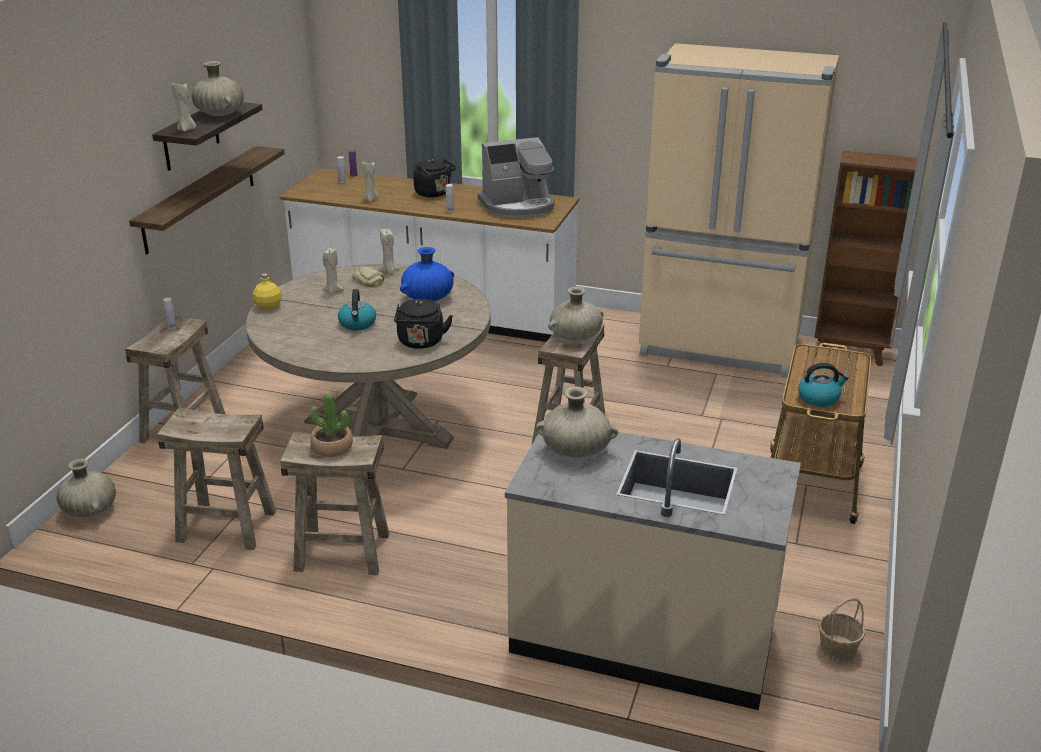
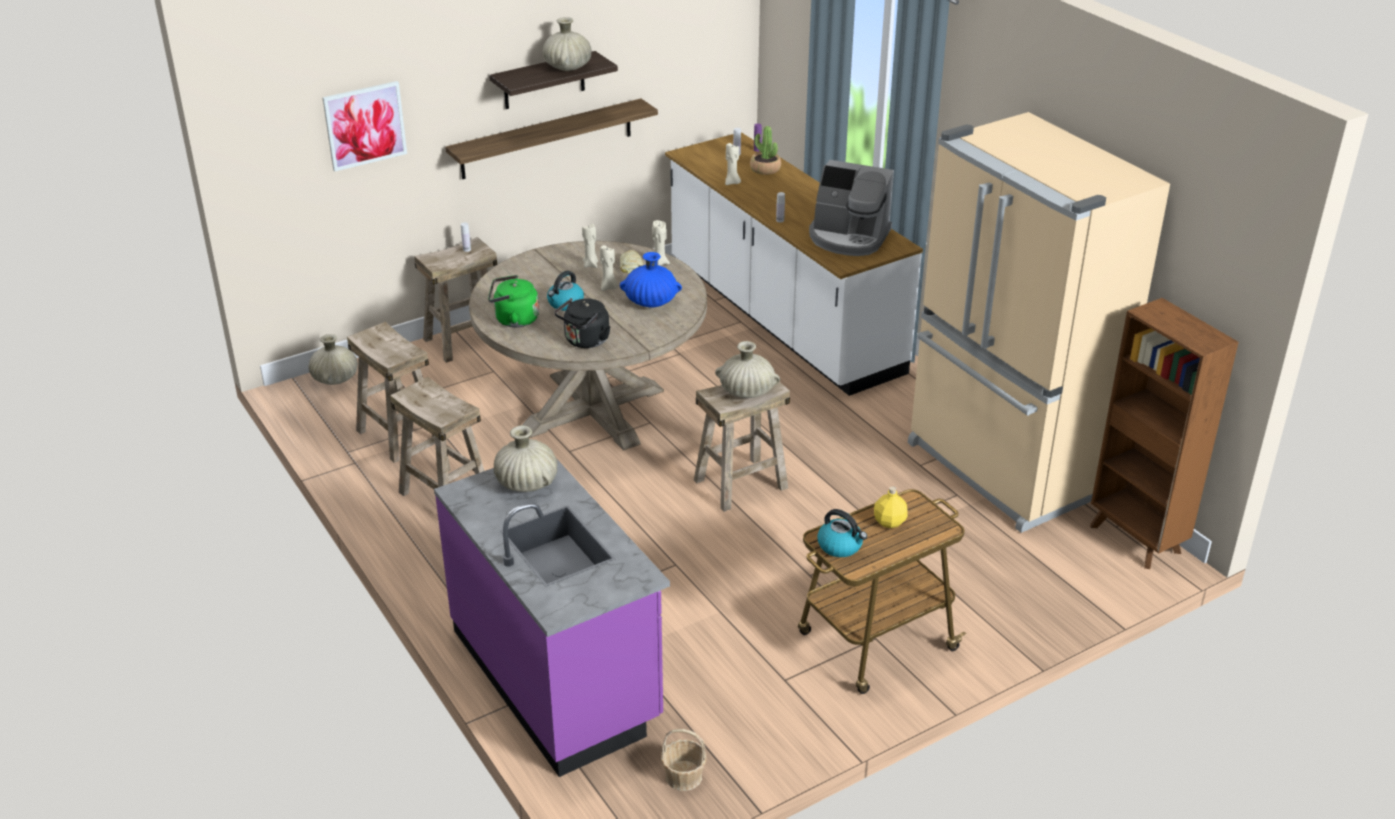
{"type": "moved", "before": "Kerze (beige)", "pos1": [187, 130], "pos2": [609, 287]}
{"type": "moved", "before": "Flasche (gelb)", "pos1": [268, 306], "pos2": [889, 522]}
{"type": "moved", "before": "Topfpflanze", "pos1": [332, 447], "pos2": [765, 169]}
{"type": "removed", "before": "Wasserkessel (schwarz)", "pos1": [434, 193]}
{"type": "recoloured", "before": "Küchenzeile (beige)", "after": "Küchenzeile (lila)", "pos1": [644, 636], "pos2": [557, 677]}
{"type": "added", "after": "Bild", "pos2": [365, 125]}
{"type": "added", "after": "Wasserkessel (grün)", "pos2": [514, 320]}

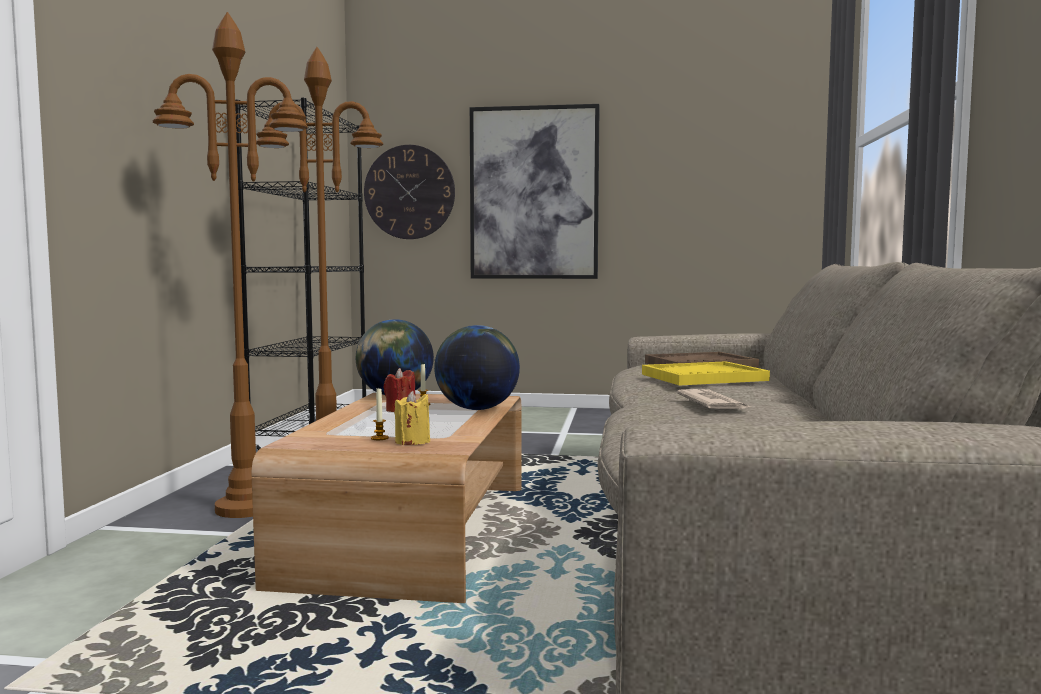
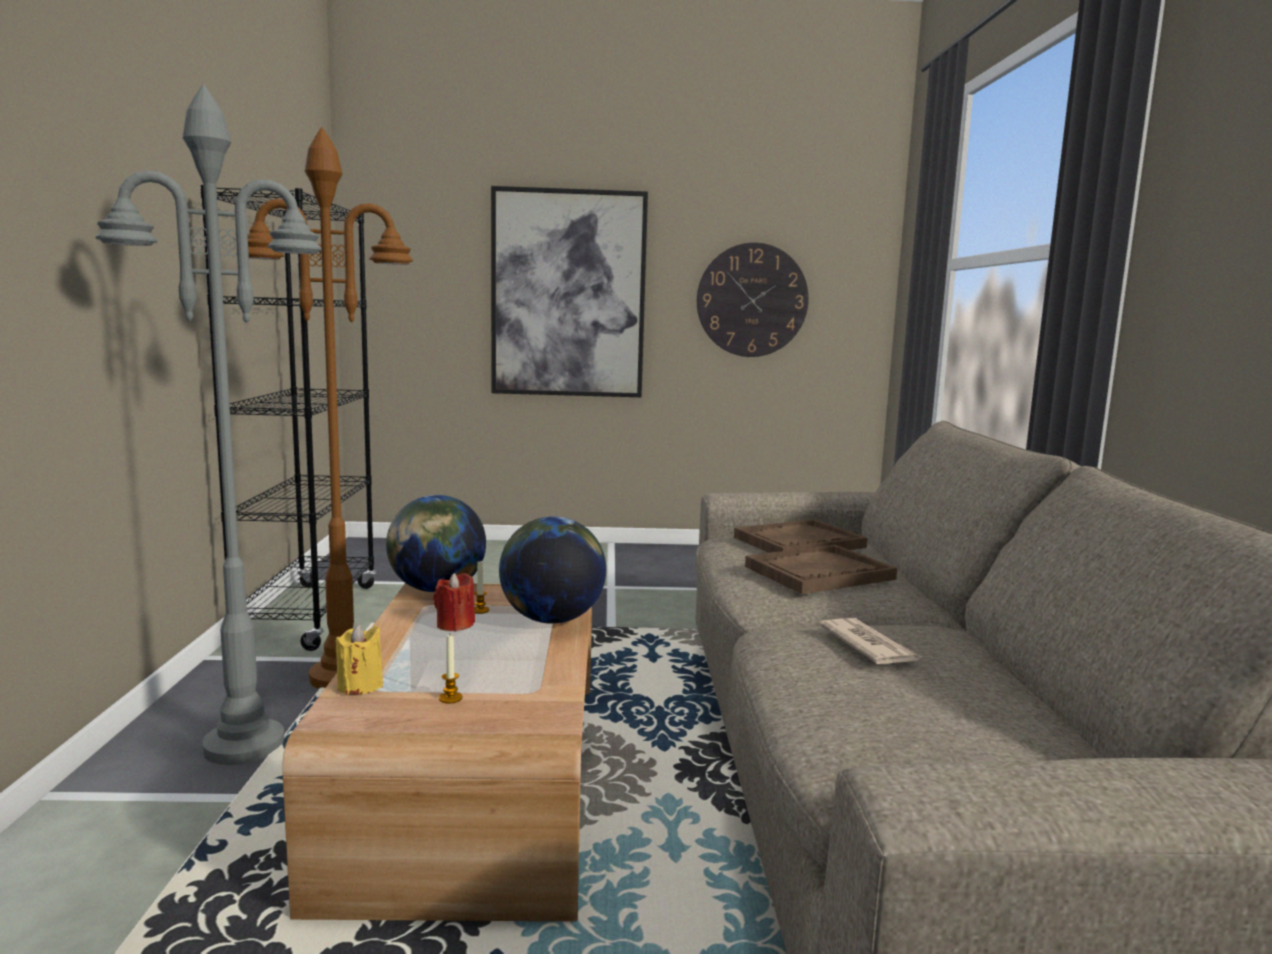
{"type": "recoloured", "before": "Stehlampe (braun)", "after": "Stehlampe (grau)", "pos1": [246, 508], "pos2": [245, 745]}
{"type": "moved", "before": "Wanduhr", "pos1": [409, 192], "pos2": [752, 300]}
{"type": "moved", "before": "Kerze (gelb)", "pos1": [412, 442], "pos2": [360, 686]}
{"type": "recoloured", "before": "Tablett (gelb)", "after": "Tablett (braun)", "pos1": [703, 377], "pos2": [819, 573]}

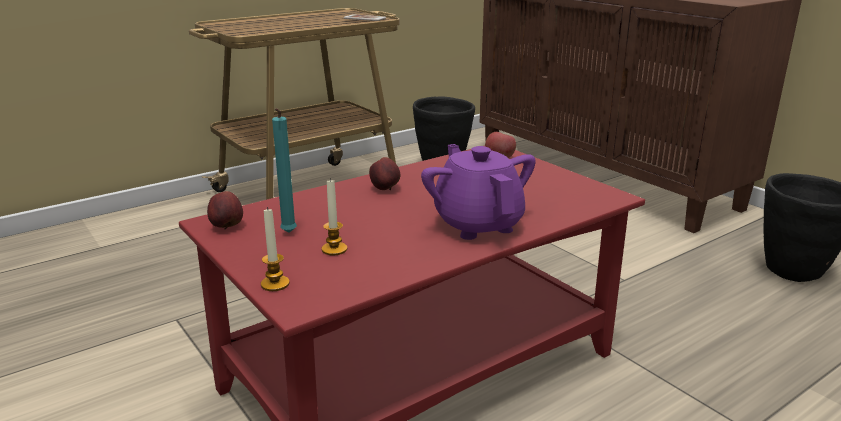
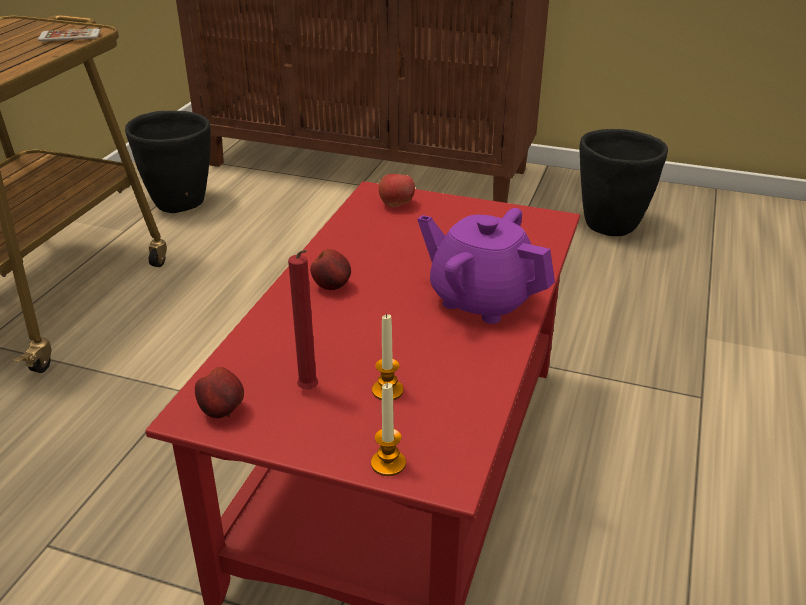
{"type": "recoloured", "before": "Kerze (türkis)", "after": "Kerze (rot)", "pos1": [288, 234], "pos2": [310, 391]}

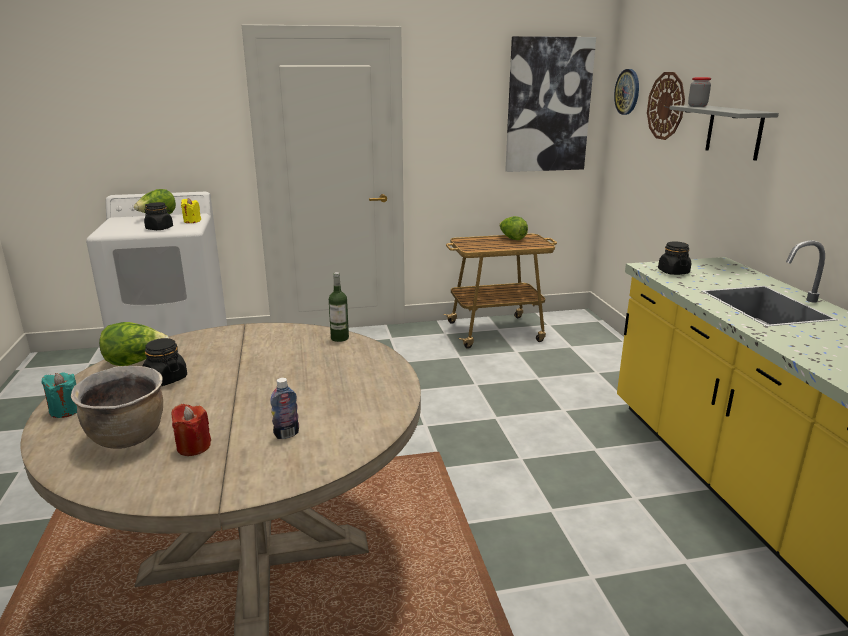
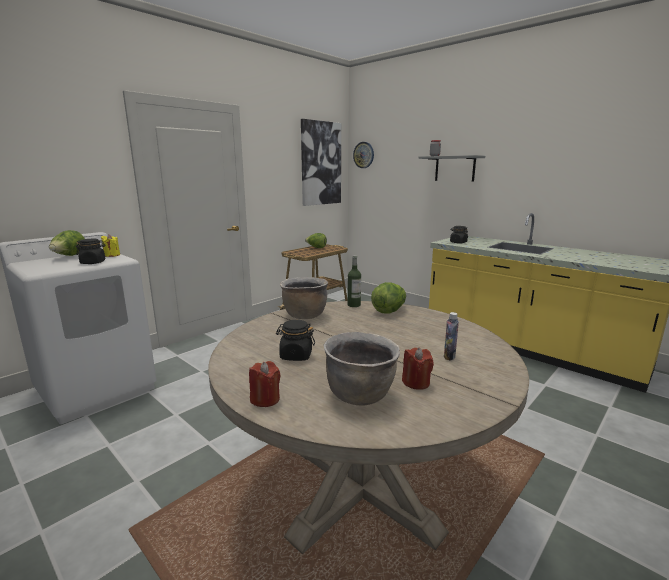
{"type": "recoloured", "before": "Kerze (türkis)", "after": "Kerze (rot)", "pos1": [66, 410], "pos2": [265, 399]}
{"type": "moved", "before": "Salatkopf", "pos1": [135, 362], "pos2": [389, 310]}
{"type": "removed", "before": "Wanduhr", "pos1": [666, 106]}
{"type": "added", "after": "Kochtopf (braun)", "pos2": [304, 315]}

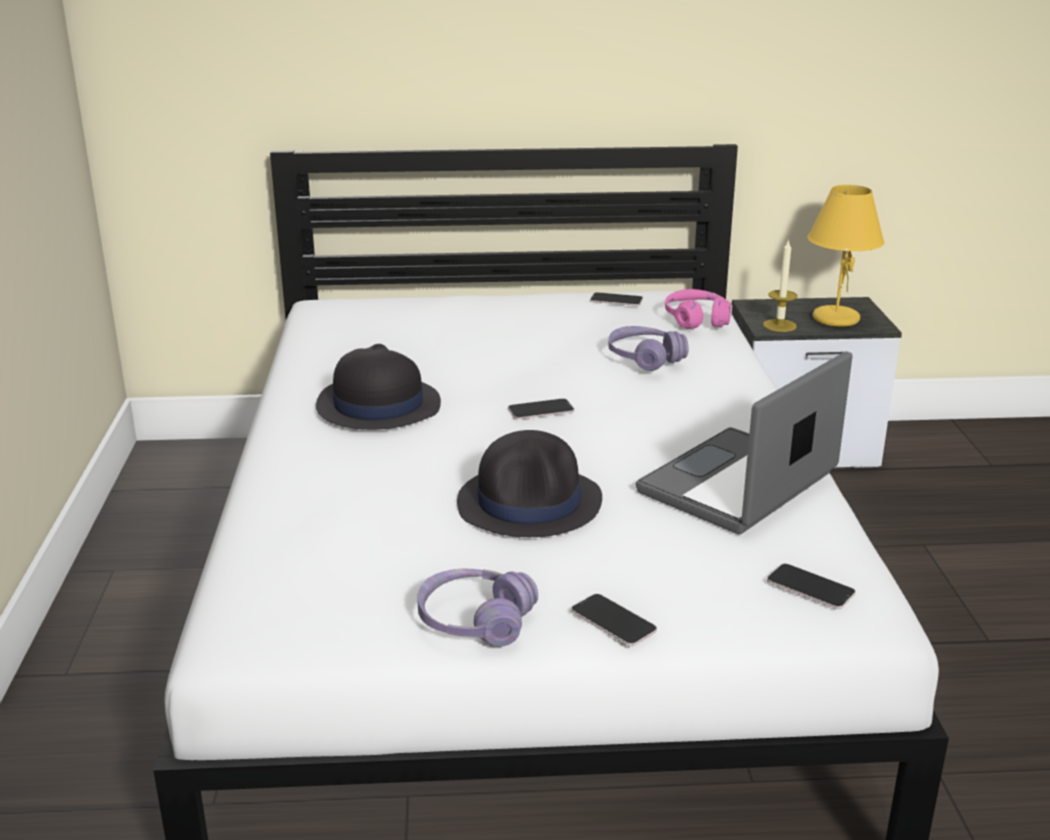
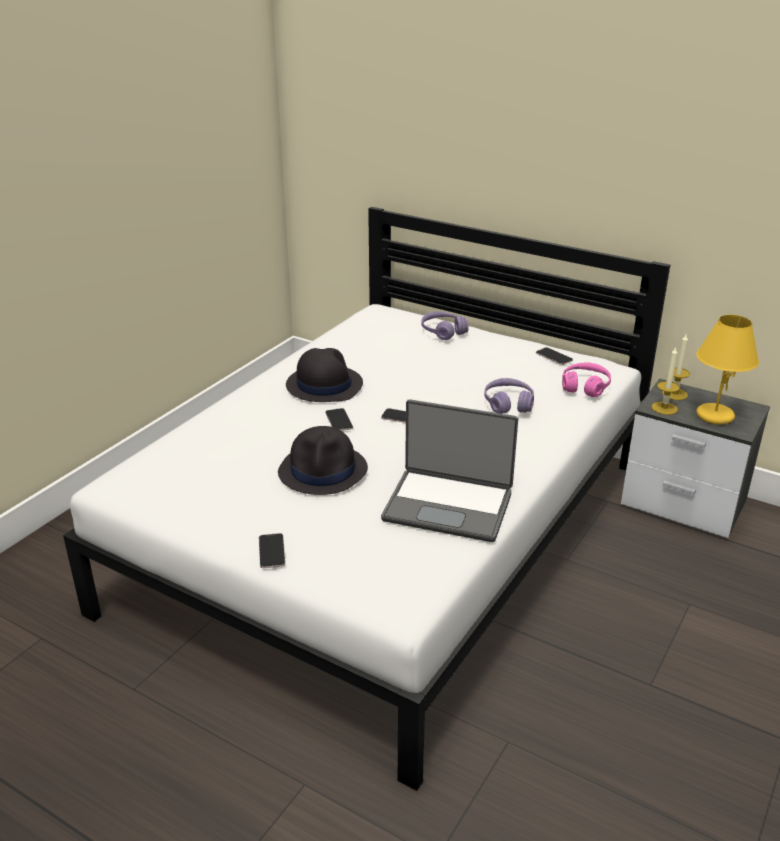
{"type": "moved", "before": "Kopfhörer (lila)", "pos1": [475, 621], "pos2": [443, 332]}
{"type": "turned", "before": "Laptop", "pos1": [740, 485], "pos2": [448, 505], "turn": -150}
{"type": "moved", "before": "Handy", "pos1": [810, 587], "pos2": [339, 420]}
{"type": "added", "after": "Kerze", "pos2": [675, 394]}

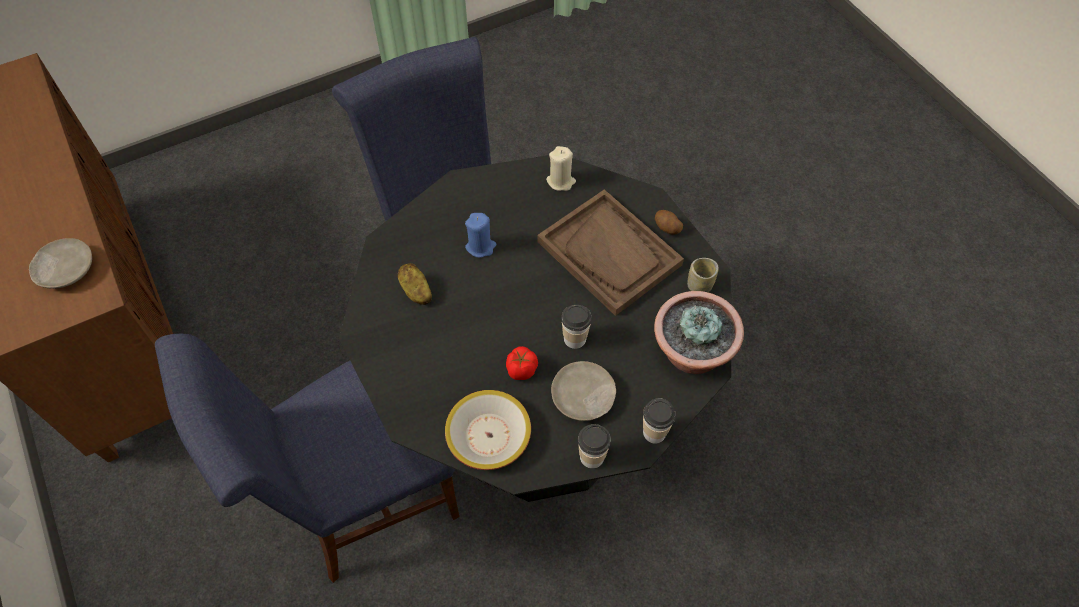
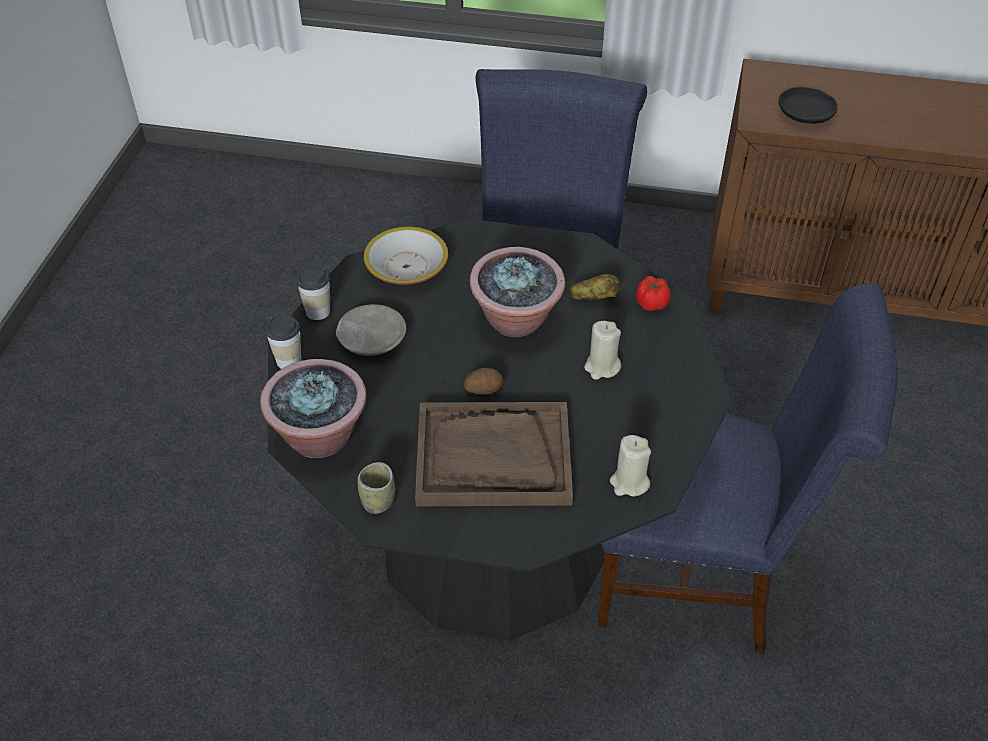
{"type": "recoloured", "before": "Teller (beige)", "after": "Teller (schwarz)", "pos1": [66, 269], "pos2": [806, 114]}
{"type": "recoloured", "before": "Kerze (blau)", "after": "Kerze (beige)", "pos1": [480, 247], "pos2": [602, 367]}
{"type": "moved", "before": "Tomate", "pos1": [521, 370], "pos2": [651, 303]}
{"type": "removed", "before": "Tasse", "pos1": [575, 339]}
{"type": "moved", "before": "Kartoffel", "pos1": [666, 228], "pos2": [483, 388]}
{"type": "added", "after": "Topfpflanze", "pos2": [516, 320]}

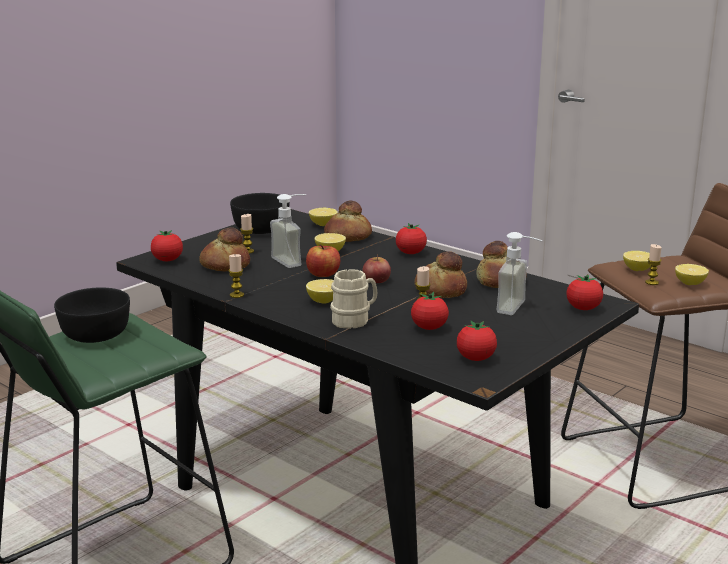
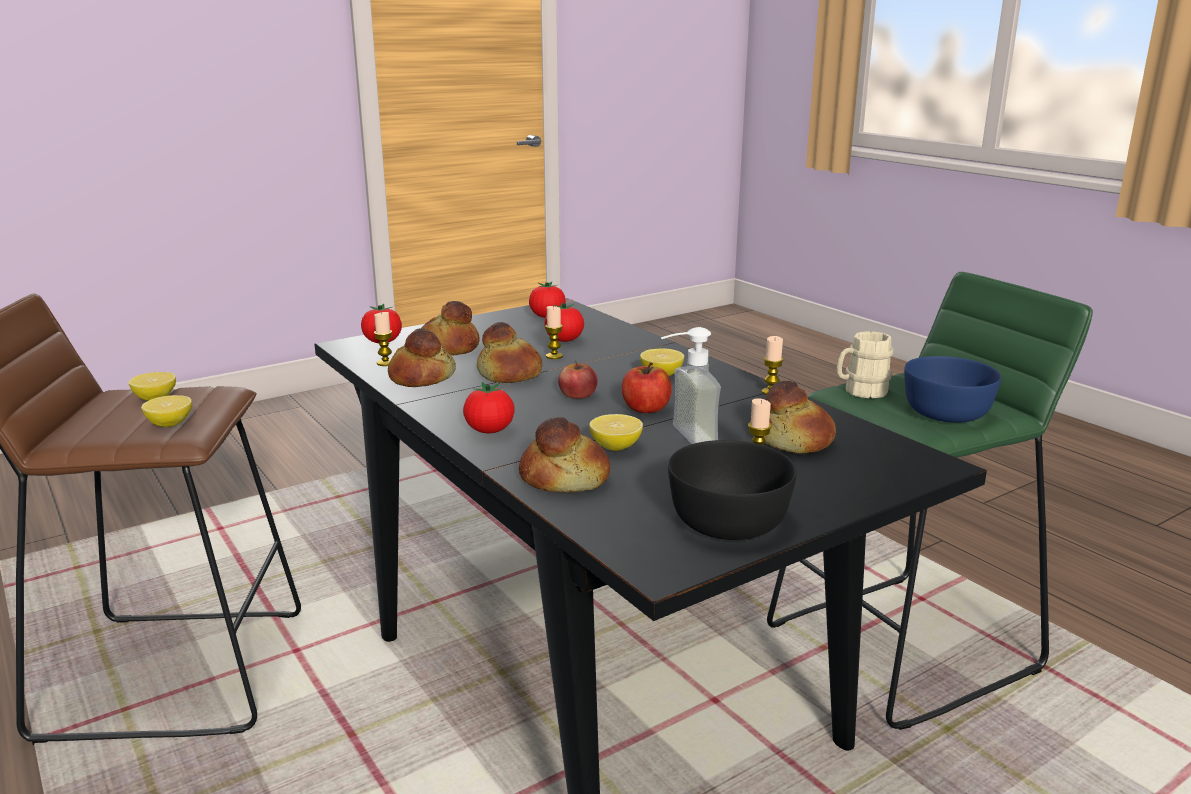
{"type": "recoloured", "before": "Schüssel (schwarz)", "after": "Schüssel (blau)", "pos1": [95, 333], "pos2": [947, 413]}
{"type": "removed", "before": "Tomate", "pos1": [167, 260]}
{"type": "removed", "before": "Zitrone", "pos1": [323, 225]}
{"type": "moved", "before": "Henkelbecher (beige)", "pos1": [355, 320], "pos2": [860, 391]}
{"type": "replaced", "before": "Seifenspender", "after": "Brot", "pos1": [519, 308], "pos2": [448, 348]}
{"type": "moved", "before": "Kerze", "pos1": [651, 282], "pos2": [385, 363]}

